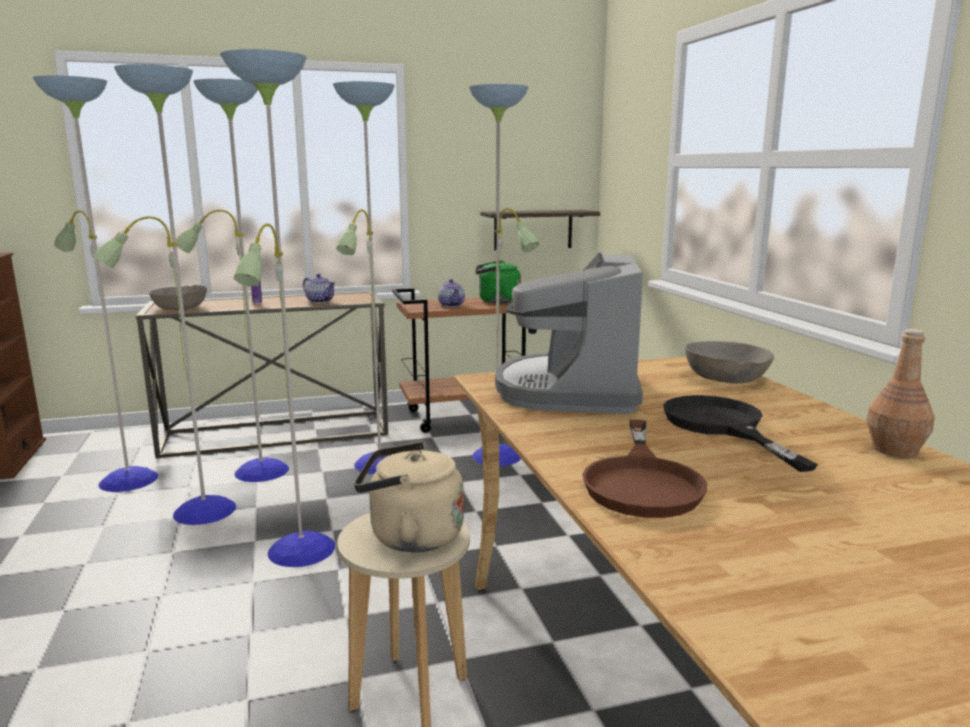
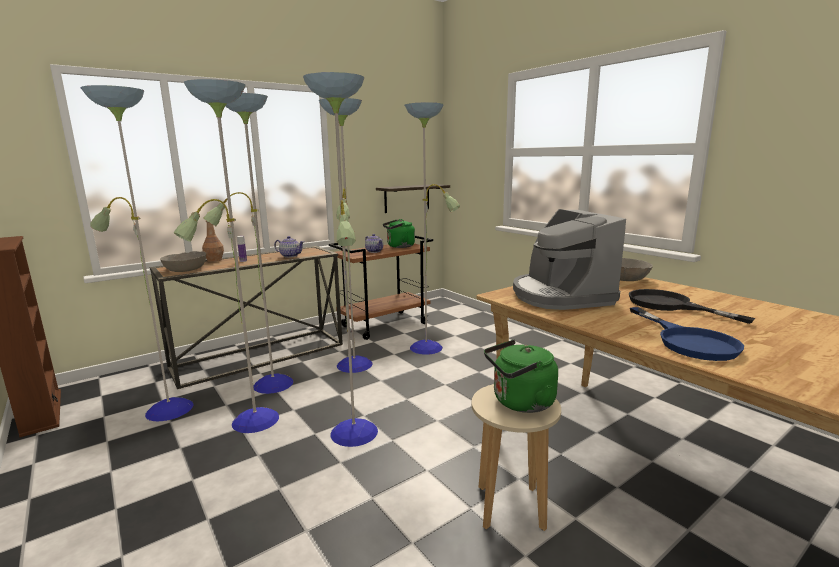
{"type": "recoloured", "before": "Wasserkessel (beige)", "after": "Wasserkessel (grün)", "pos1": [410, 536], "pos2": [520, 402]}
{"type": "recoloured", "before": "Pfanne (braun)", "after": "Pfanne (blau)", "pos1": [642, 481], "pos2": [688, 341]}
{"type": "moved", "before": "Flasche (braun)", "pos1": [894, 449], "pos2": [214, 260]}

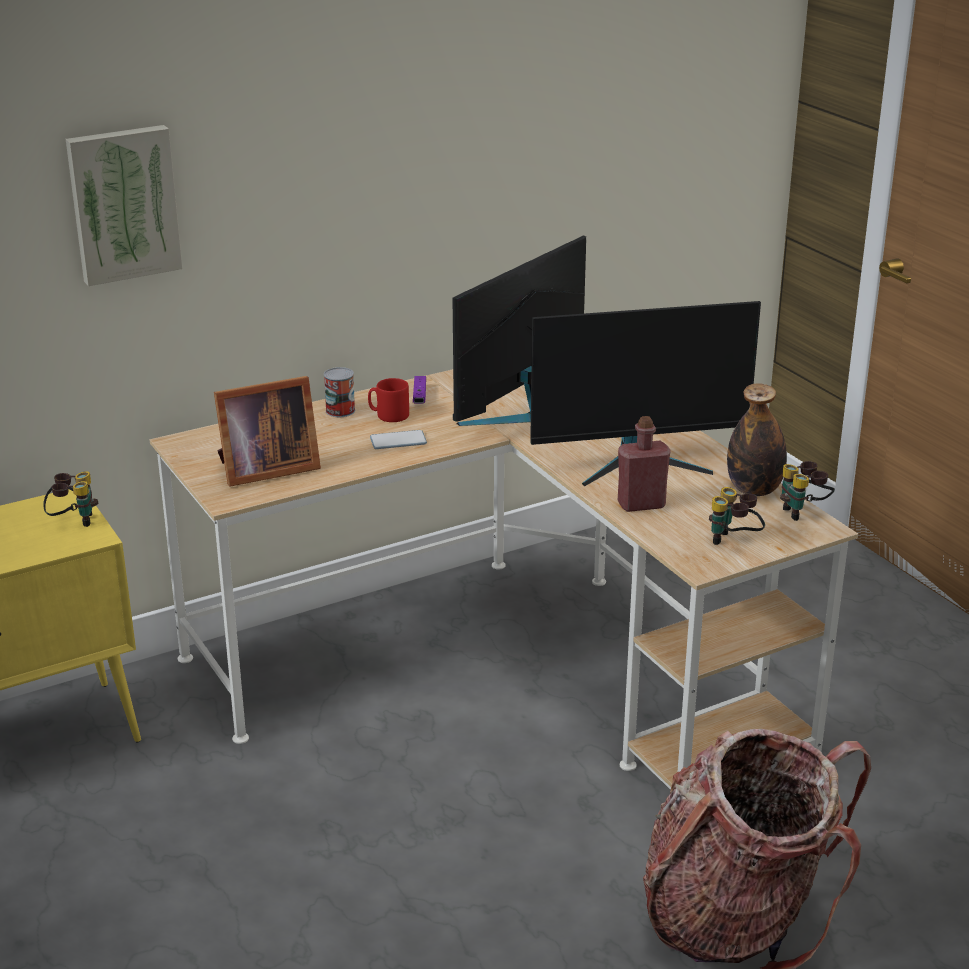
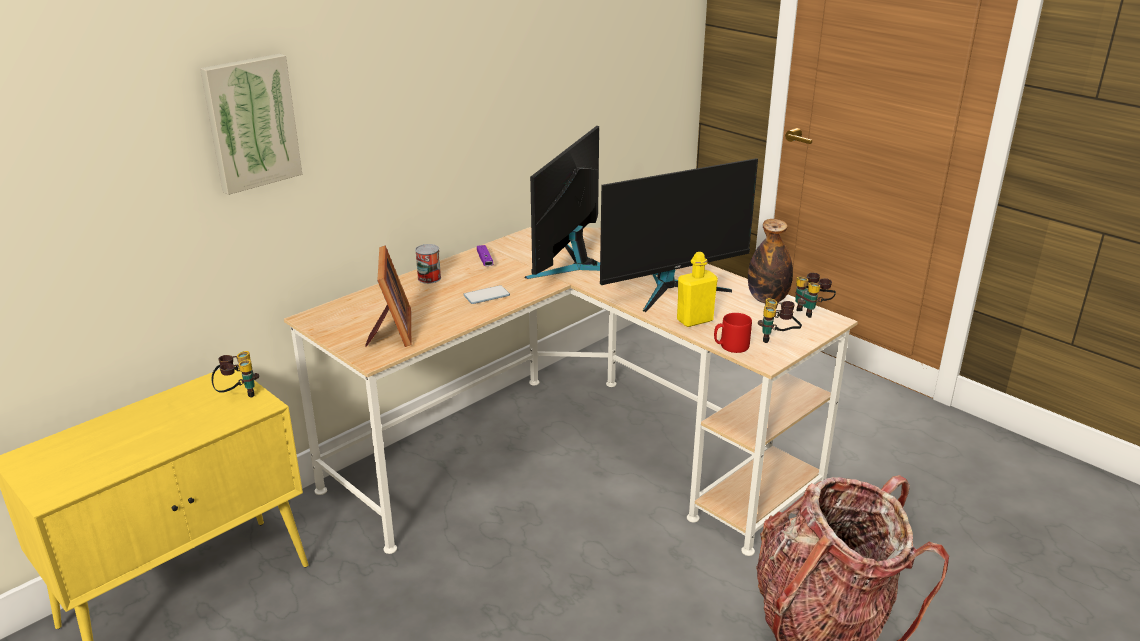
{"type": "turned", "before": "Bilderrahmen", "pos1": [264, 469], "pos2": [391, 331], "turn": -60}
{"type": "moved", "before": "Henkelbecher (rot)", "pos1": [388, 415], "pos2": [731, 346]}
{"type": "recoloured", "before": "Flasche (rot)", "after": "Flasche (gelb)", "pos1": [641, 504], "pos2": [695, 320]}

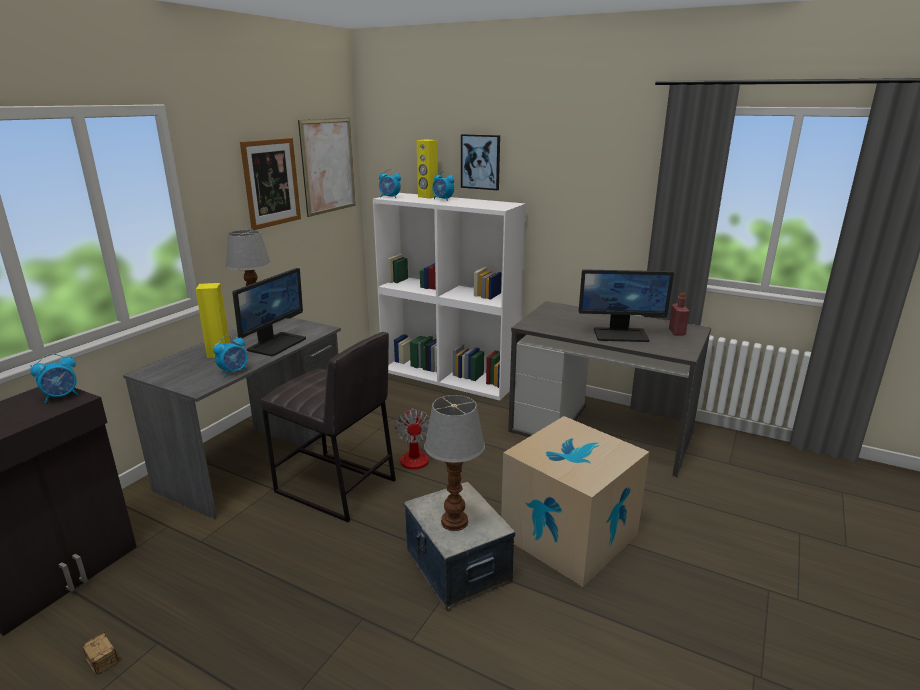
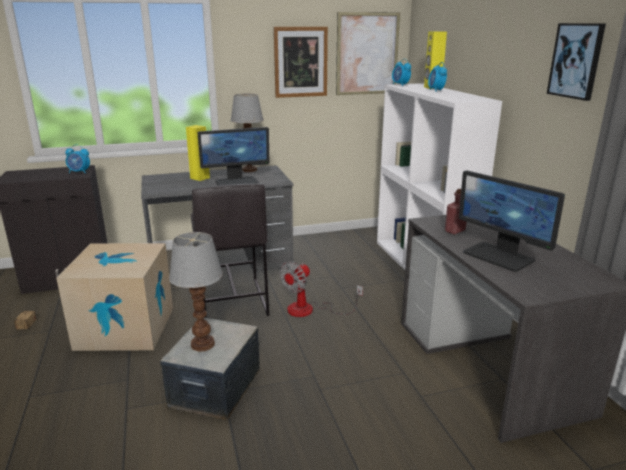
{"type": "removed", "before": "Wecker", "pos1": [234, 371]}
{"type": "moved", "before": "Bild", "pos1": [480, 162], "pos2": [576, 61]}
{"type": "moved", "before": "Karton", "pos1": [569, 535], "pos2": [126, 328]}
{"type": "moved", "before": "Flasche (rot)", "pos1": [676, 332], "pos2": [455, 231]}

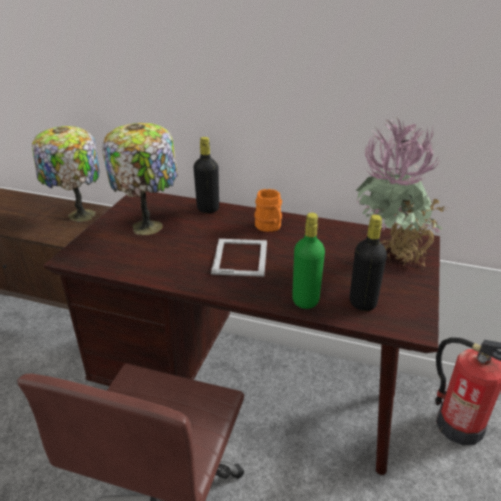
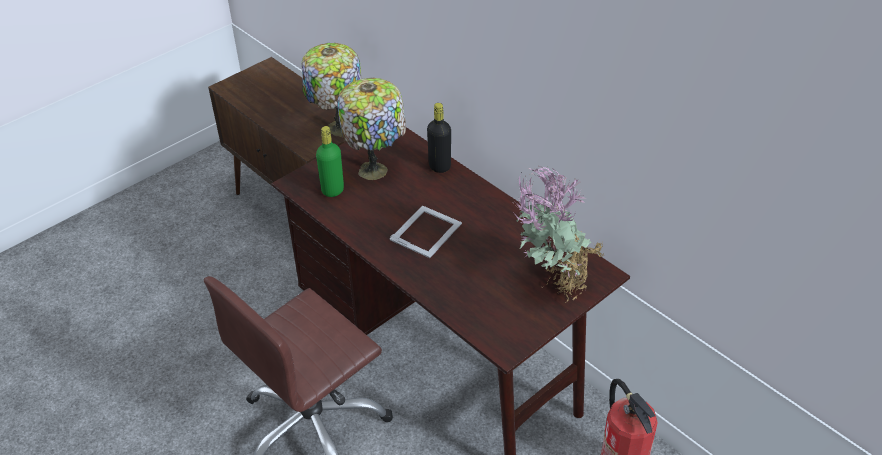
{"type": "removed", "before": "Henkelbecher (orange)", "pos1": [269, 227]}
{"type": "moved", "before": "Flasche (grün)", "pos1": [305, 300], "pos2": [332, 190]}
{"type": "removed", "before": "Flasche (schwarz)", "pos1": [362, 303]}

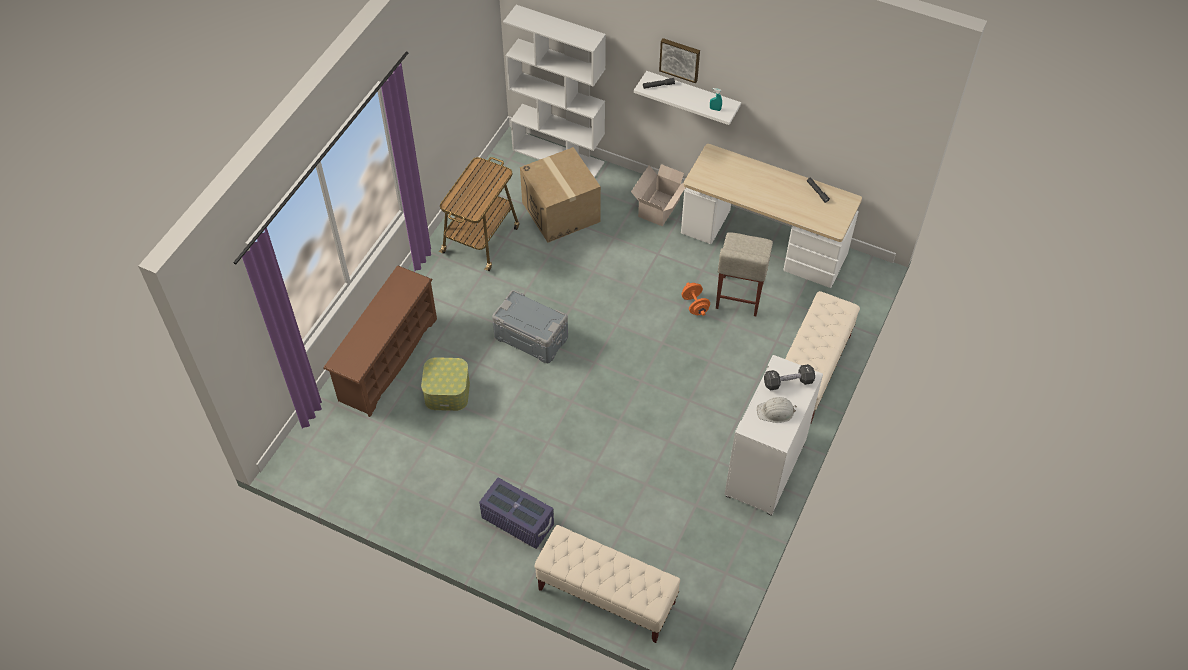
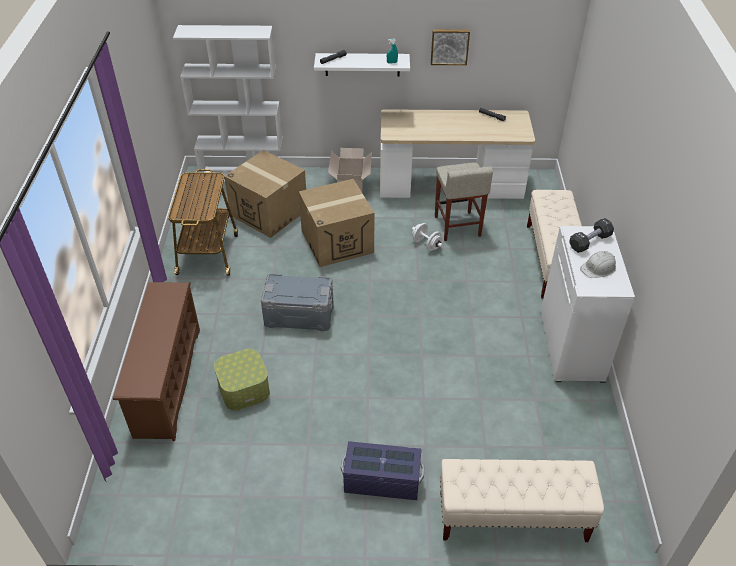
{"type": "moved", "before": "Bild", "pos1": [680, 59], "pos2": [449, 46]}
{"type": "recoloured", "before": "Hantel (orange)", "after": "Hantel (weiß)", "pos1": [695, 305], "pos2": [426, 244]}
{"type": "added", "after": "Karton", "pos2": [337, 241]}

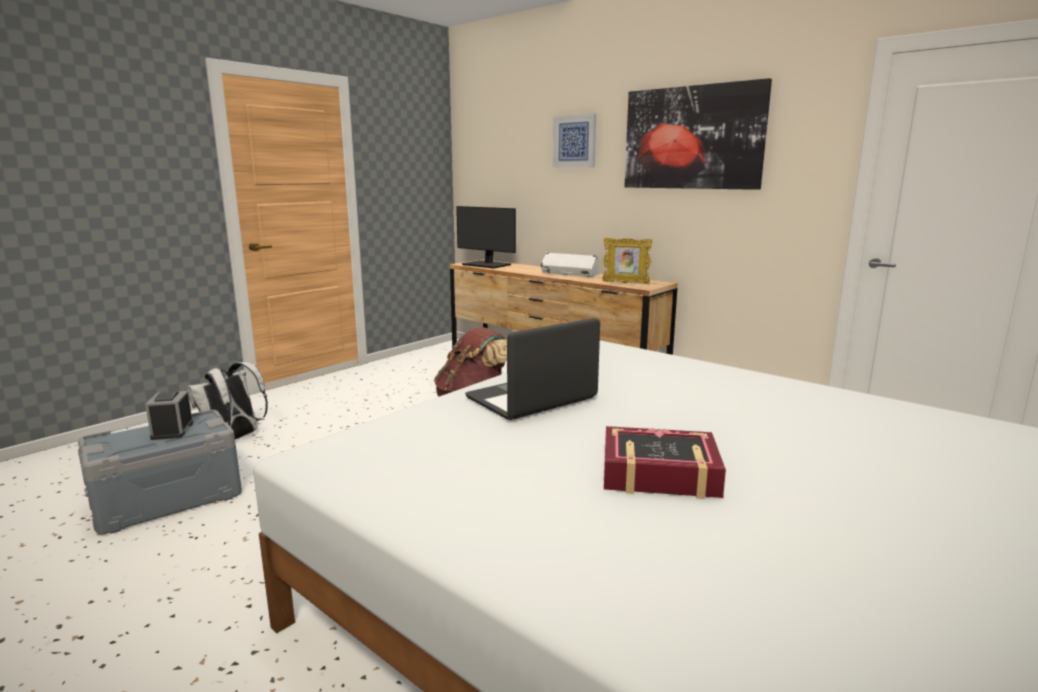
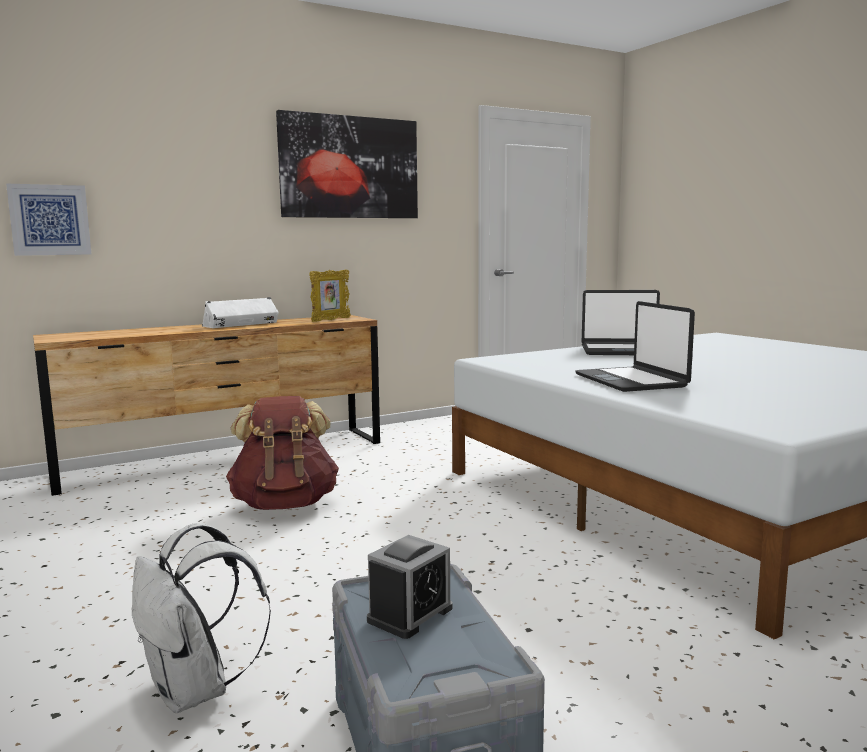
{"type": "turned", "before": "Wecker", "pos1": [172, 430], "pos2": [410, 614], "turn": -60}
{"type": "removed", "before": "Monitor", "pos1": [487, 265]}
{"type": "moved", "before": "Bild", "pos1": [574, 141], "pos2": [50, 220]}
{"type": "removed", "before": "Buch", "pos1": [659, 474]}
{"type": "added", "after": "Laptop", "pos2": [622, 351]}

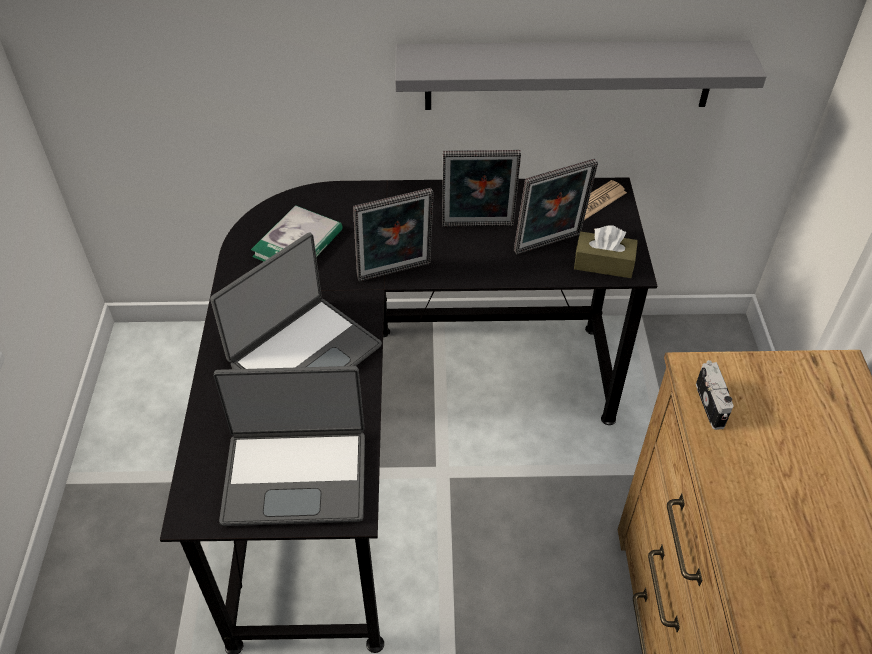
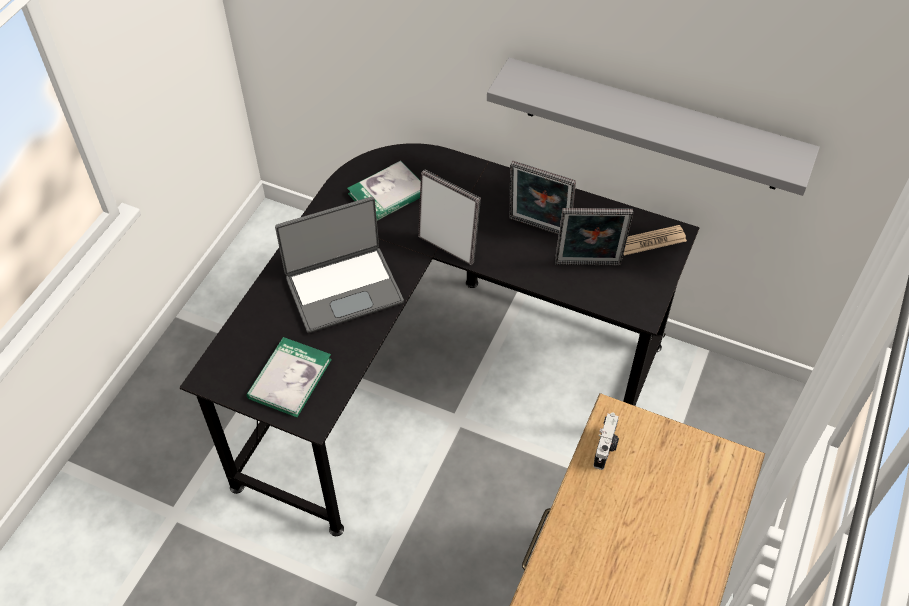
{"type": "replaced", "before": "Laptop", "after": "Buch", "pos1": [296, 475], "pos2": [290, 378]}
{"type": "turned", "before": "Bilderrahmen", "pos1": [395, 273], "pos2": [448, 246], "turn": -150}
{"type": "removed", "before": "Taschentuchbox (braun)", "pos1": [603, 263]}

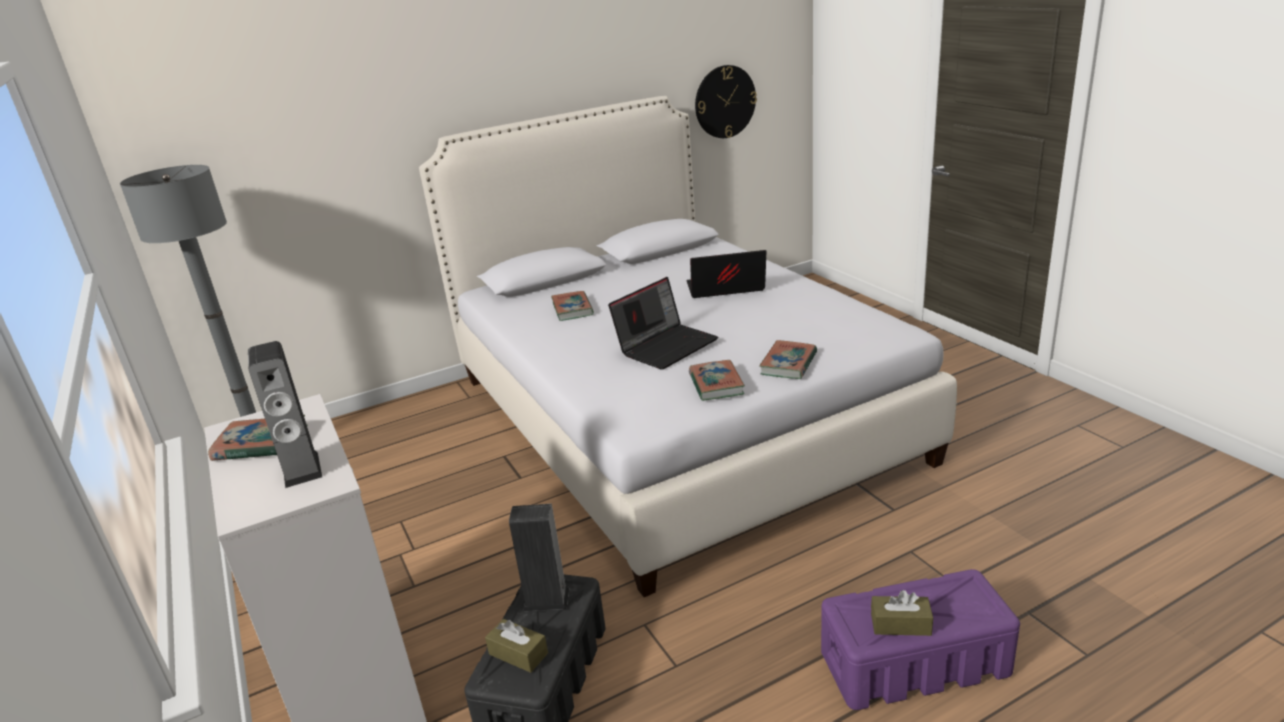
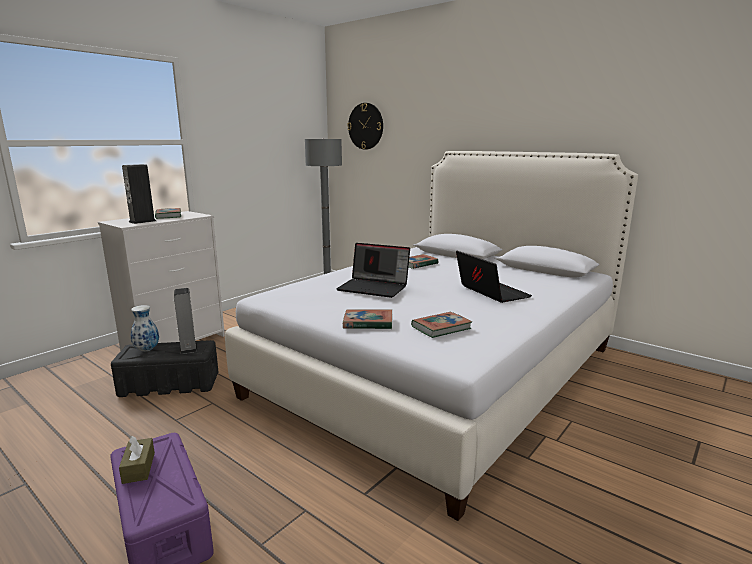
{"type": "replaced", "before": "Taschentuchbox (braun)", "after": "Vase", "pos1": [518, 653], "pos2": [147, 350]}
{"type": "moved", "before": "Buch", "pos1": [716, 384], "pos2": [441, 328]}
{"type": "moved", "before": "Wanduhr", "pos1": [725, 102], "pos2": [365, 126]}

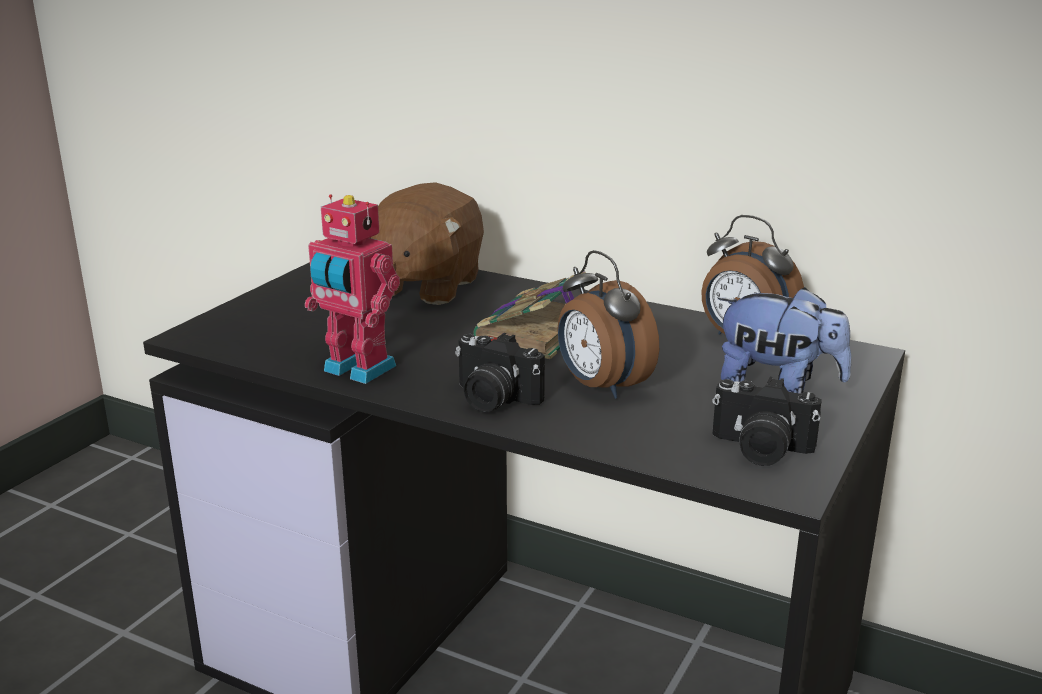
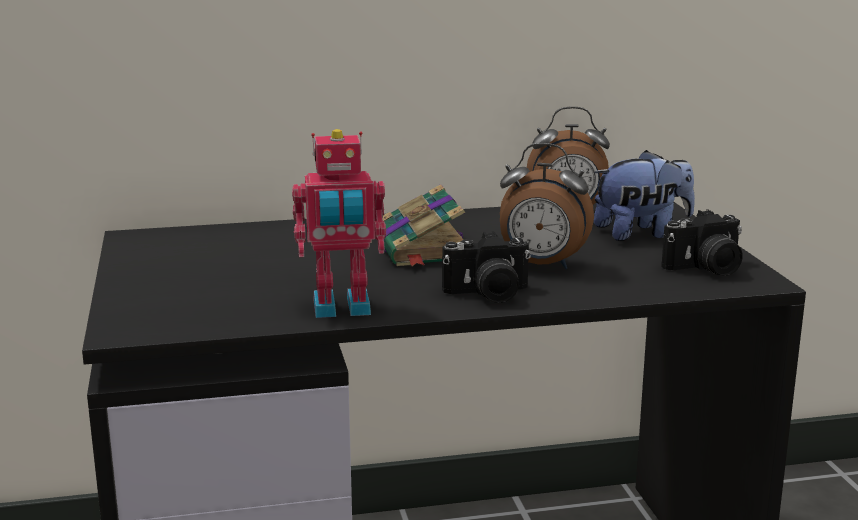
{"type": "removed", "before": "Plüschtier (braun)", "pos1": [422, 286]}

